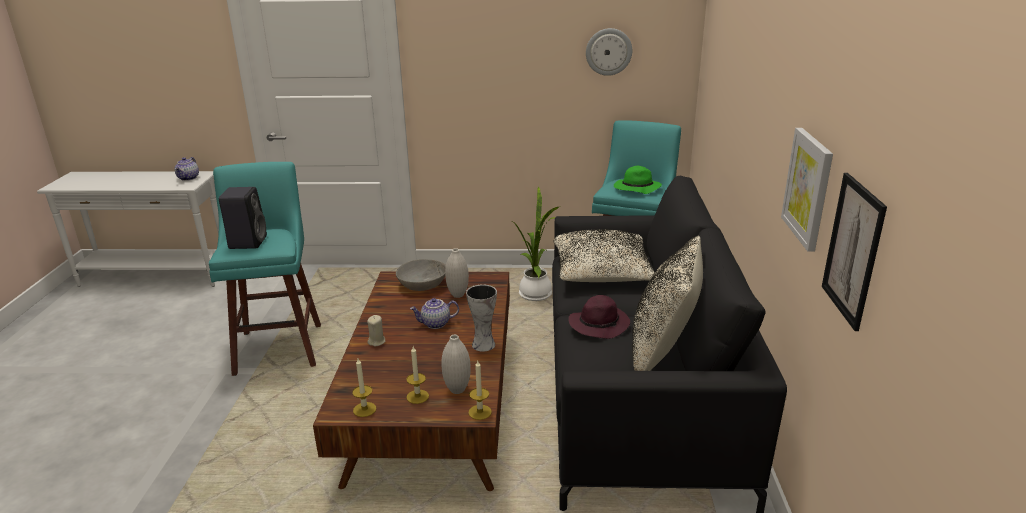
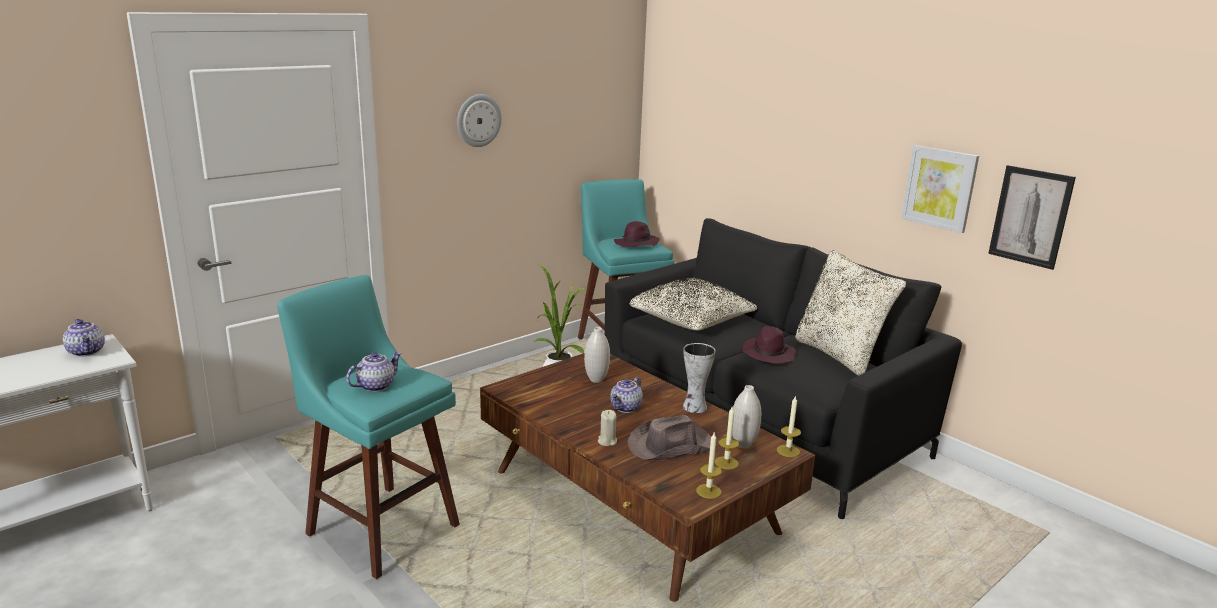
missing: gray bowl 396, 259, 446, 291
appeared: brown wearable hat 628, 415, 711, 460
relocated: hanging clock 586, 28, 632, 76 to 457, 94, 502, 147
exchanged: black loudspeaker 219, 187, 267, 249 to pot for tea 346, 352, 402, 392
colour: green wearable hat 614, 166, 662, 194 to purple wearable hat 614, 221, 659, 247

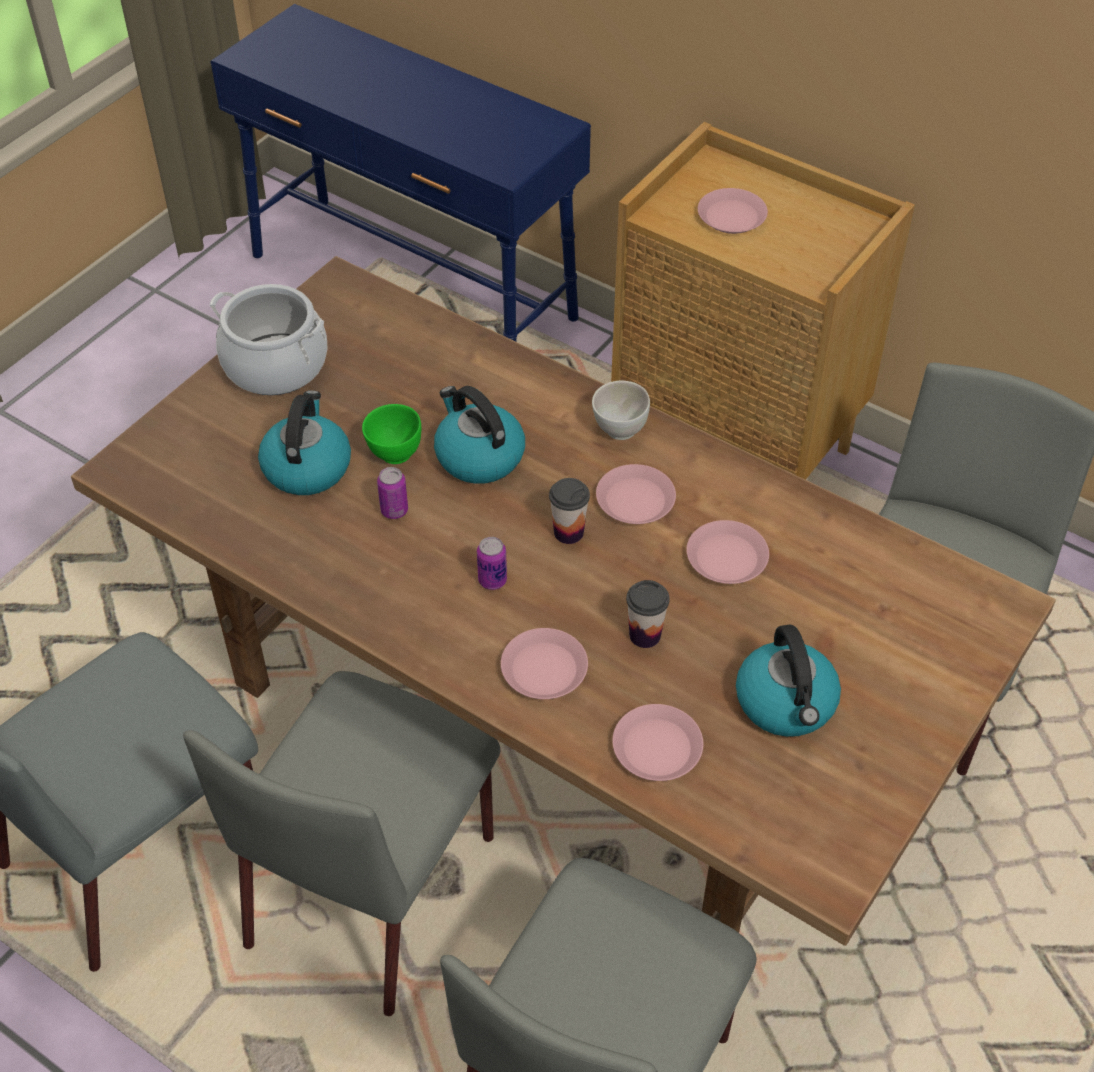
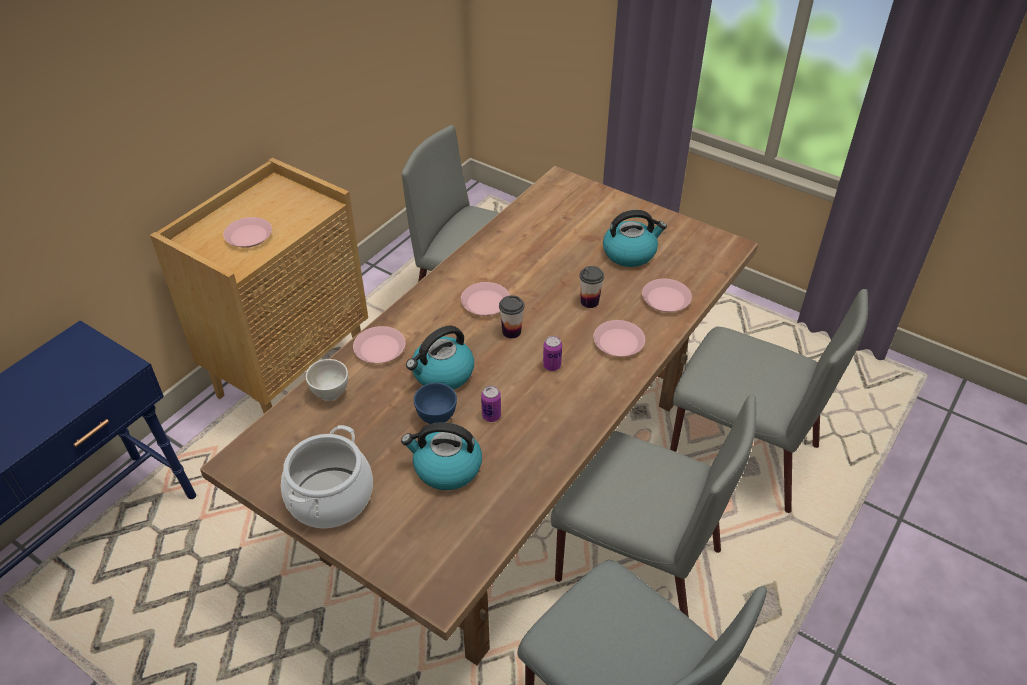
relocated: white-coloured bowl 592, 381, 650, 440 to 306, 359, 348, 401; pinkish dinner plate 686, 520, 769, 584 to 353, 326, 406, 363
colour: green bowl 362, 404, 421, 464 to bluish bowl 414, 383, 457, 424

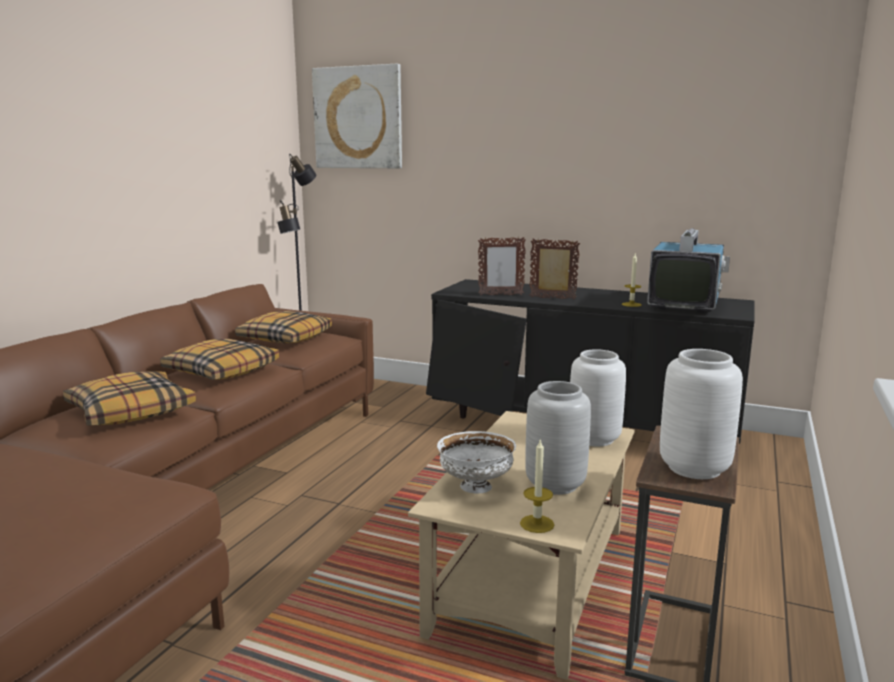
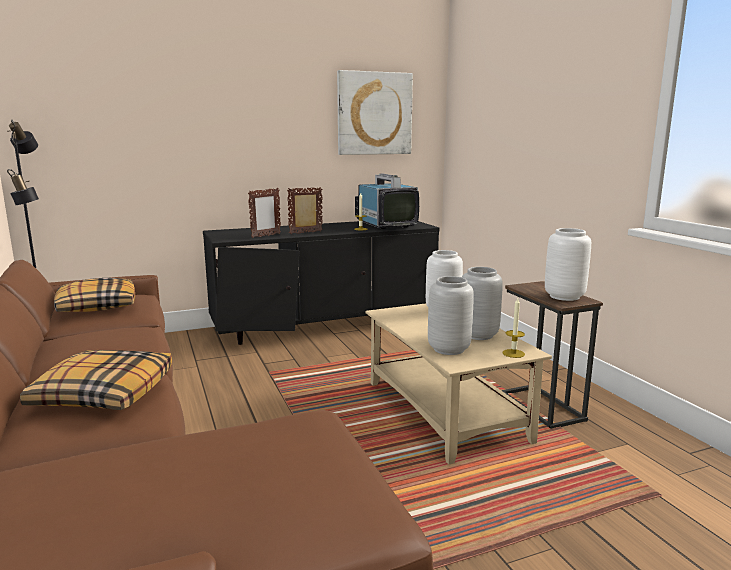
missing: cushion 160, 339, 279, 380
relocated: wall art 312, 64, 402, 169 to 337, 70, 413, 155
exchanged: white-coloured bowl 437, 431, 516, 493 to gray decorative vase 428, 276, 474, 355

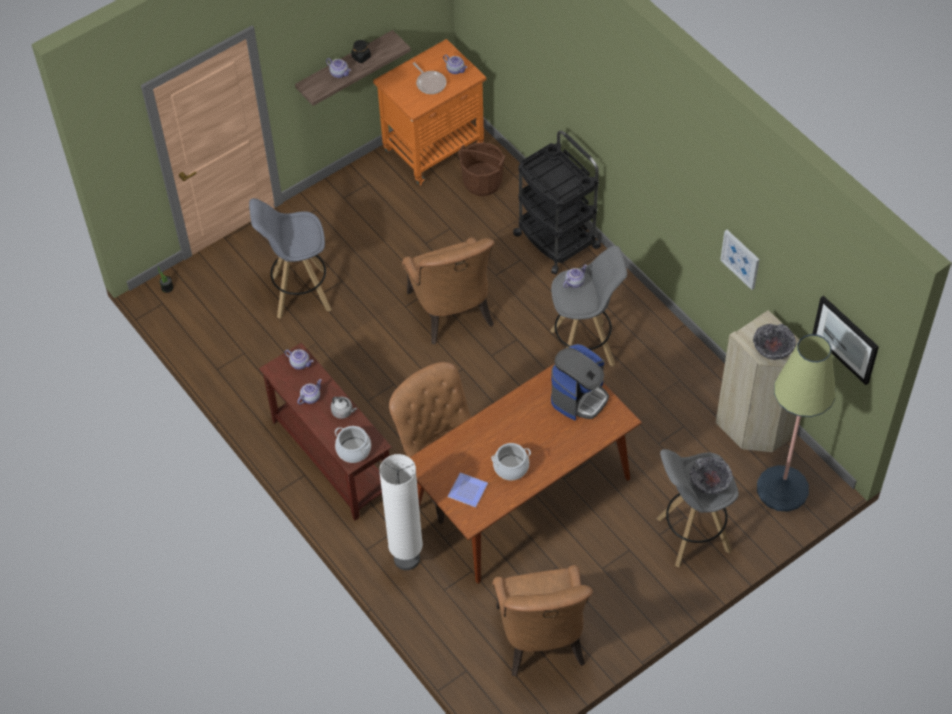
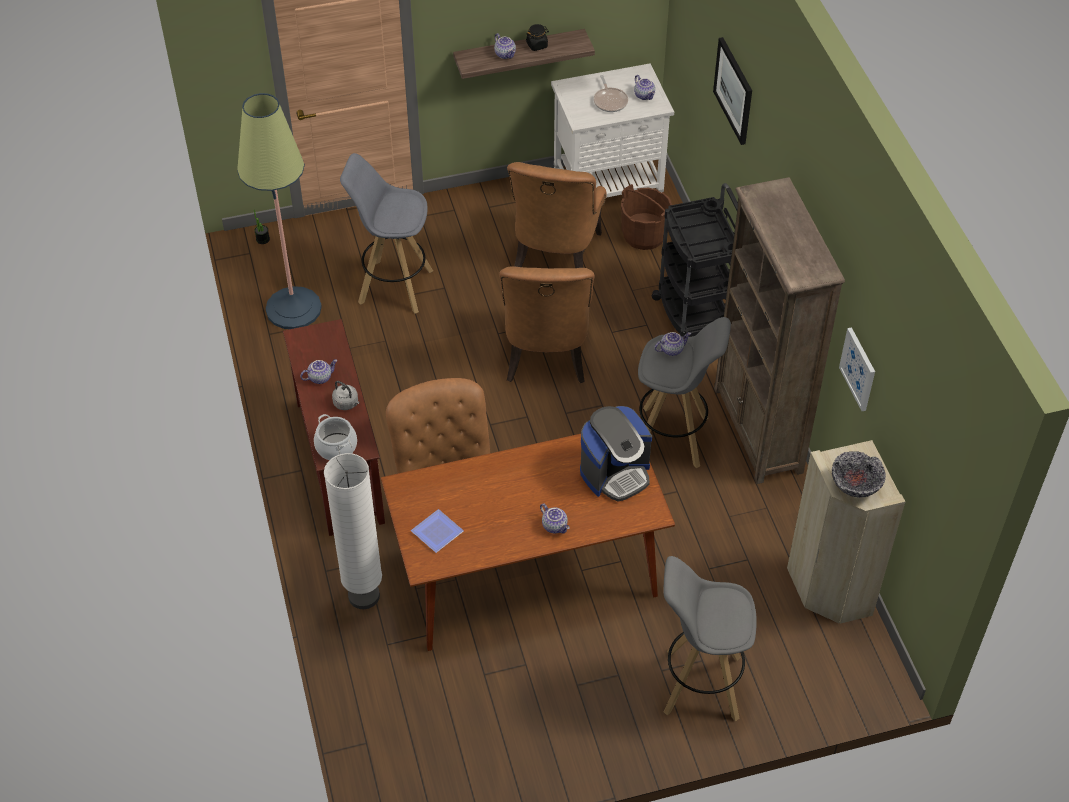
missing: cooking pot 491, 443, 531, 481; bowl 690, 457, 732, 495
appeared: brown bookshelf 714, 177, 845, 484
relocated: wall art 812, 296, 879, 385 to 713, 37, 752, 145; standing lamp 757, 334, 836, 512 to 237, 93, 322, 329; pot for tea 284, 349, 313, 370 to 540, 503, 570, 533; brown plain chair 492, 565, 593, 676 to 507, 162, 607, 268
colour: orange-coloured cart 373, 39, 486, 186 to white-coloured cart 551, 63, 674, 198

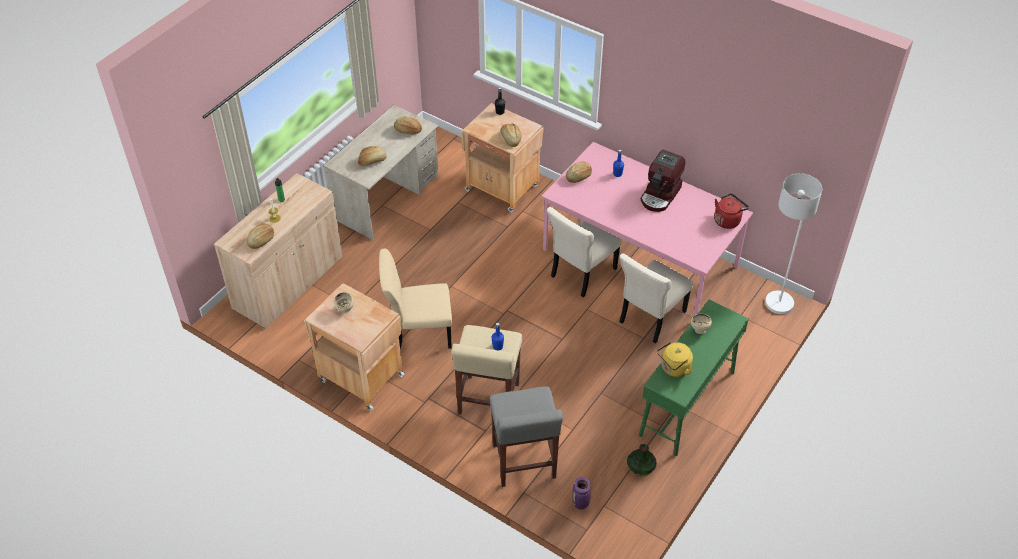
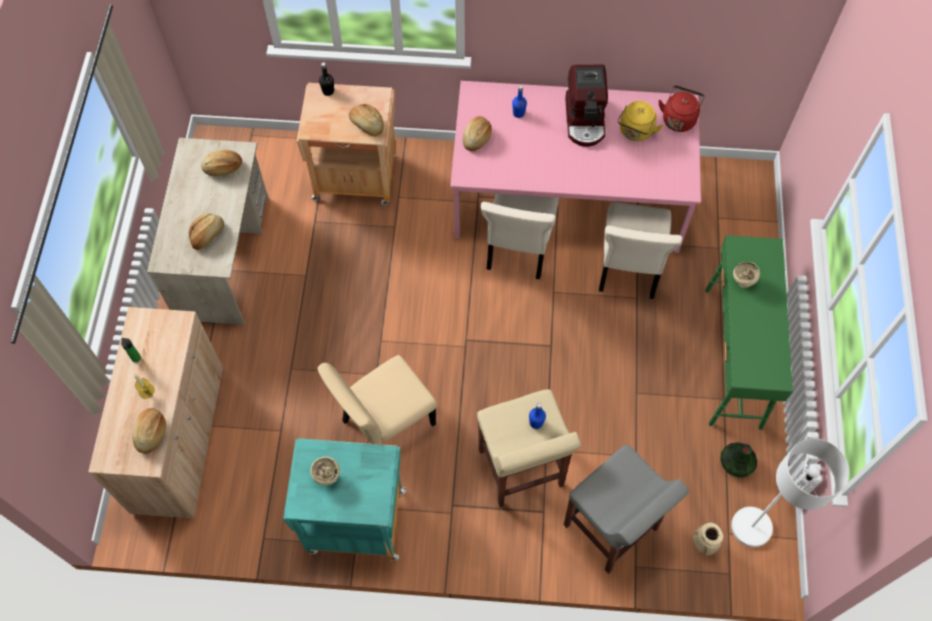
relocated: white-coloured standing lamp 765, 173, 822, 314 to 731, 439, 849, 547; yellowish tea kettle 657, 342, 693, 377 to 618, 101, 663, 141
colour: brown cart 304, 283, 405, 411 to turquoise-coloured cart 283, 438, 406, 561; purple decorative vase 572, 477, 590, 510 to sand-coloured decorative vase 693, 523, 723, 555

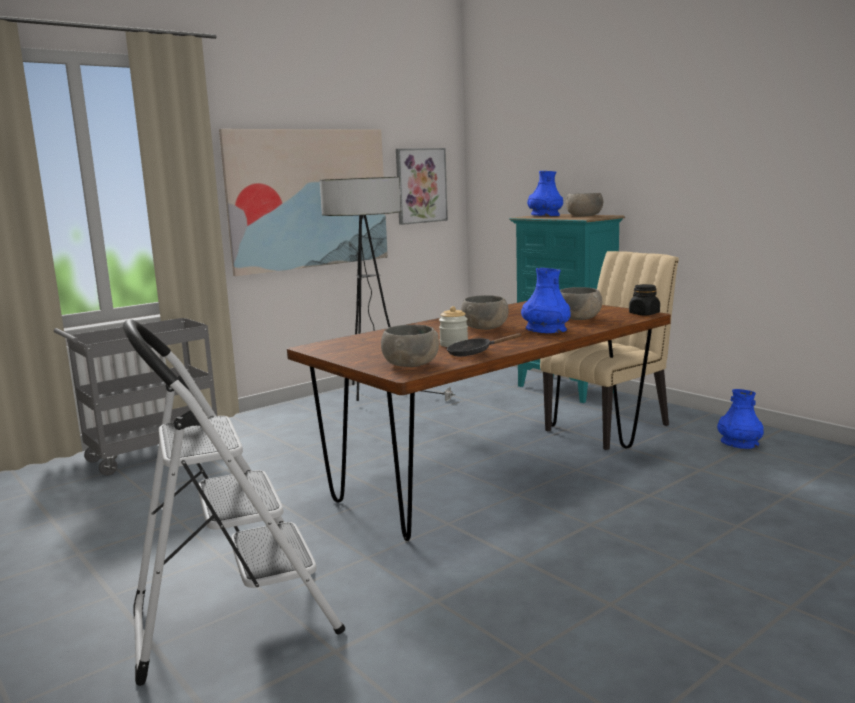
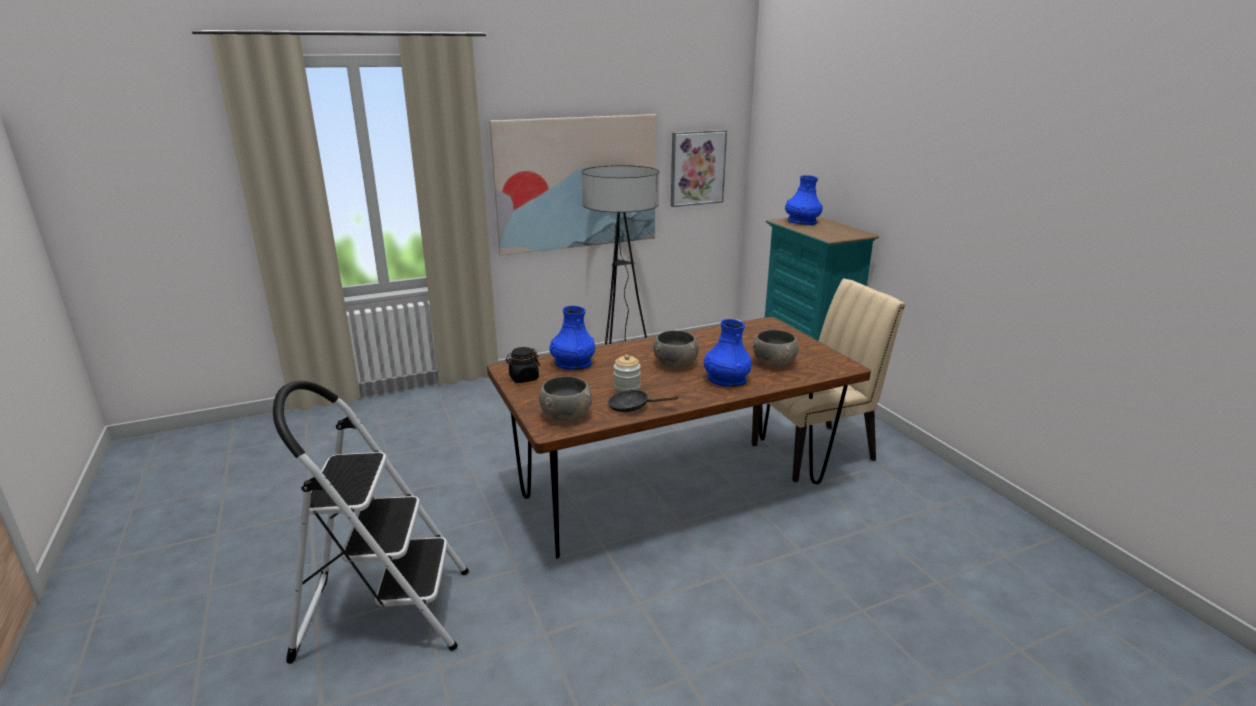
missing: gray bowl 566, 193, 603, 217; gray cart 54, 318, 217, 476
relocated: black storage jar 629, 284, 660, 315 to 505, 347, 540, 383; bluish decorative vase 717, 389, 764, 449 to 550, 306, 595, 370

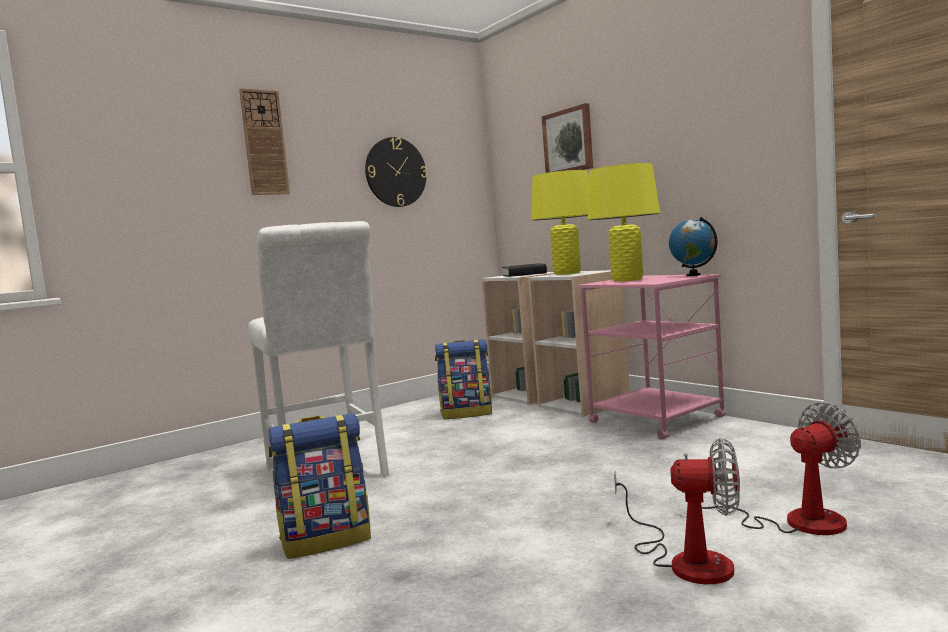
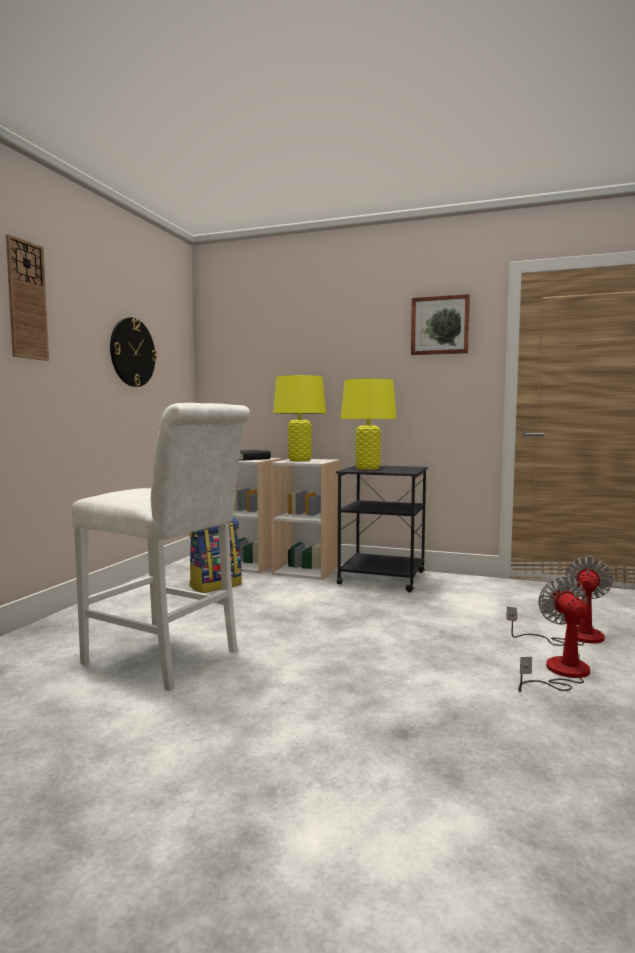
missing: desk globe 669, 217, 718, 276; backpack 268, 413, 371, 559
relocated: wall art 542, 103, 593, 173 to 411, 294, 470, 355
colour: pinkish cart 578, 274, 726, 439 to black cart 336, 465, 428, 592
spun: electric fan 614, 438, 740, 584 = 518, 576, 590, 693 75 degrees counterclockwise

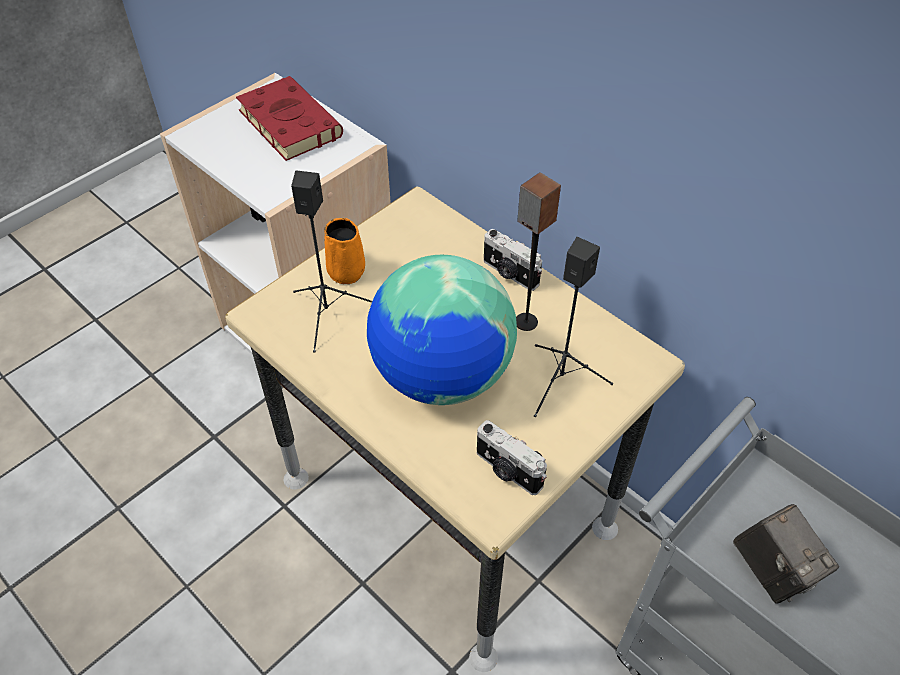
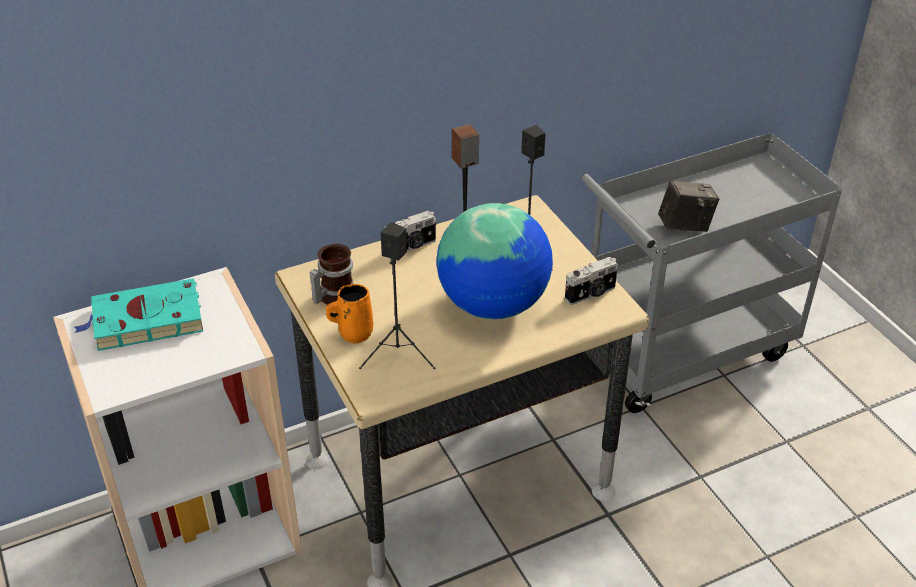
appeared: mug 309, 244, 353, 305
colour: red-coloured book 236, 76, 343, 161 to turquoise-coloured book 75, 278, 203, 351

